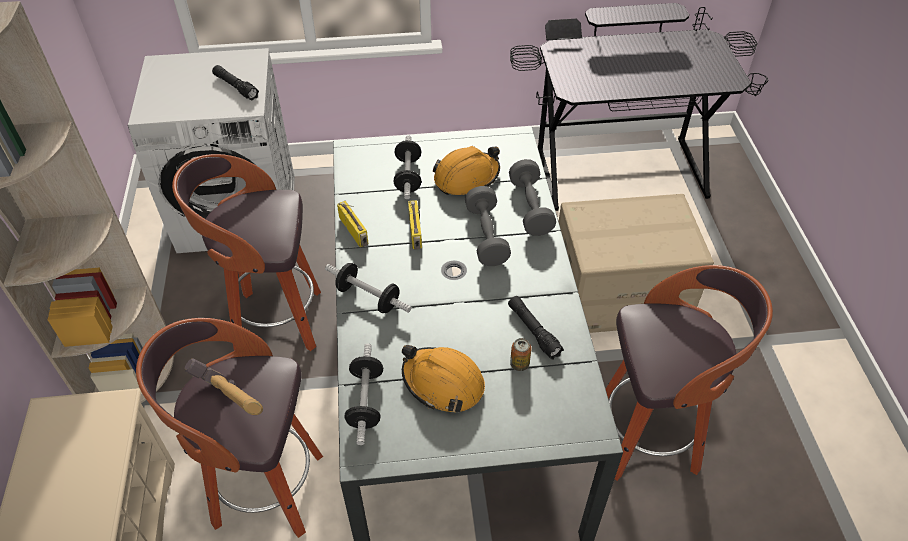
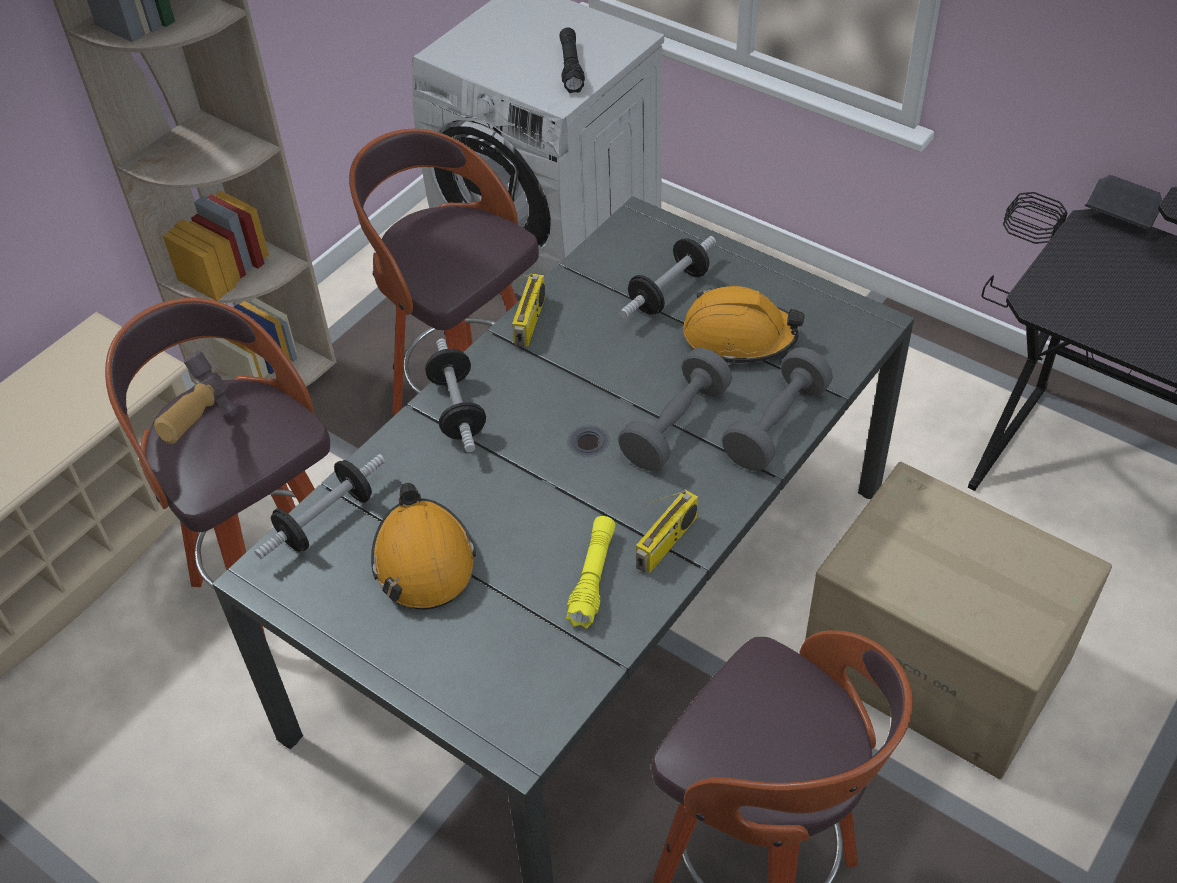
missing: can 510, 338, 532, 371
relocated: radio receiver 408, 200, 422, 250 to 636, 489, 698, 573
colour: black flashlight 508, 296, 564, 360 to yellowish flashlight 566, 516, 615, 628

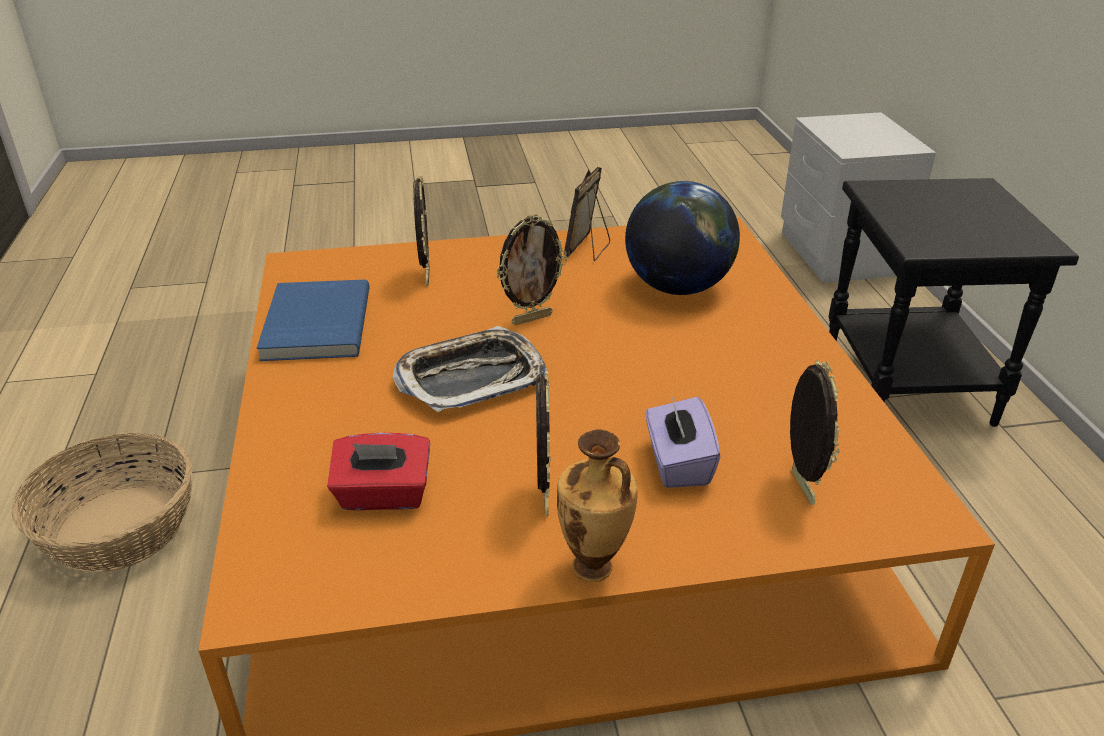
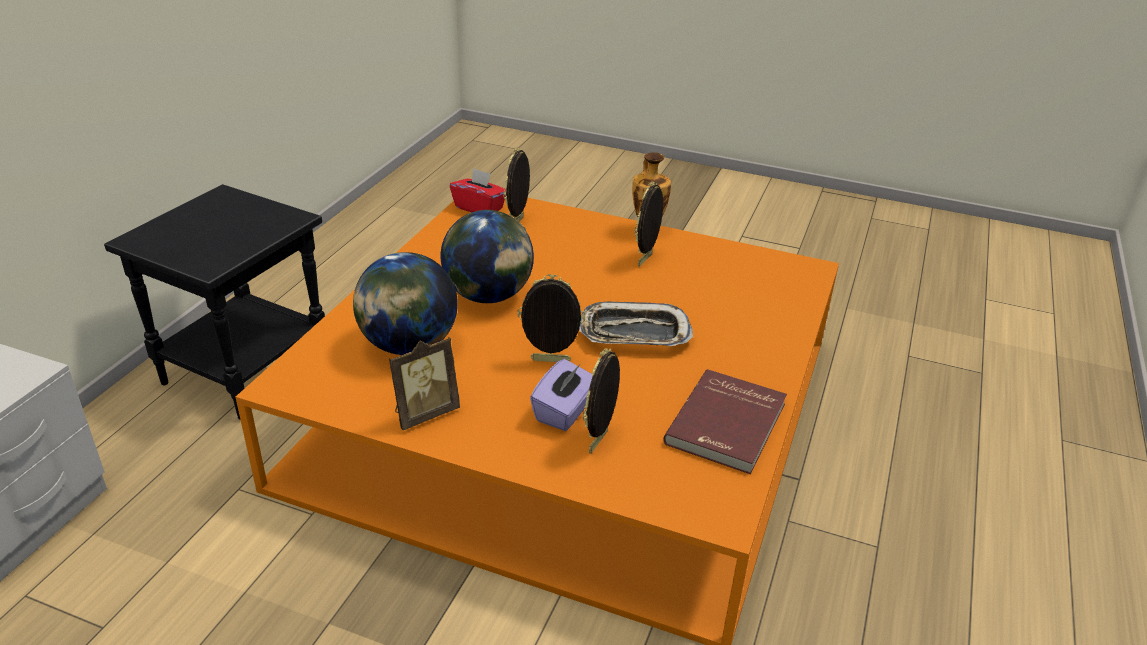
missing: household basket 11, 433, 192, 573
appeared: desk globe 440, 210, 534, 303
relocated: purple box of tissues 646, 397, 720, 488 to 530, 359, 593, 431; red-coloured box of tissues 327, 433, 430, 510 to 450, 168, 506, 212
colour: bluish book 257, 279, 369, 361 to red-coloured book 663, 369, 787, 474

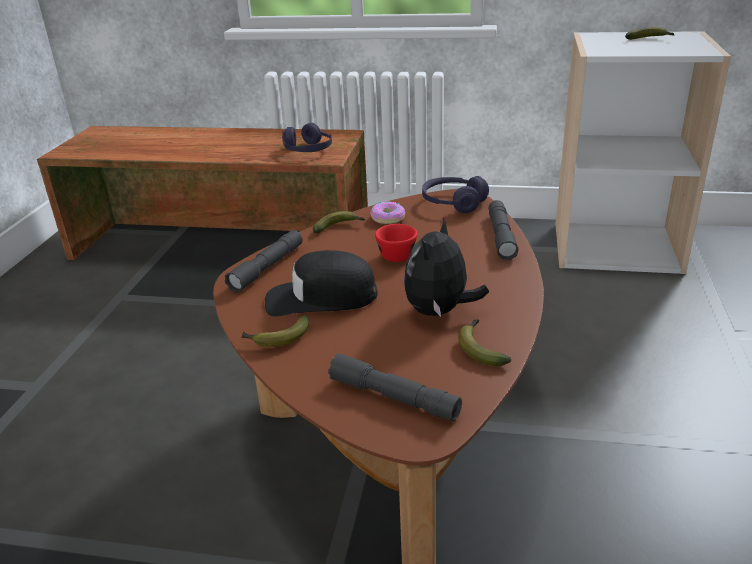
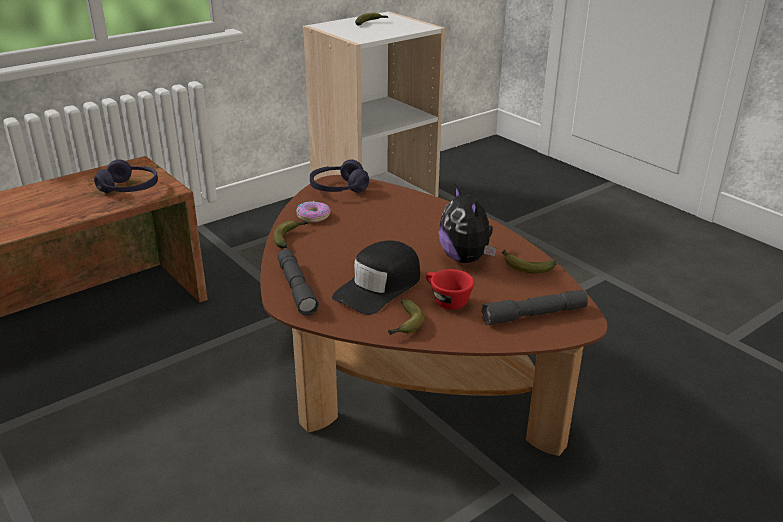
missing: gray flashlight 489, 200, 519, 260
relocated: red-coloured small cup 375, 224, 417, 262 to 426, 269, 474, 310

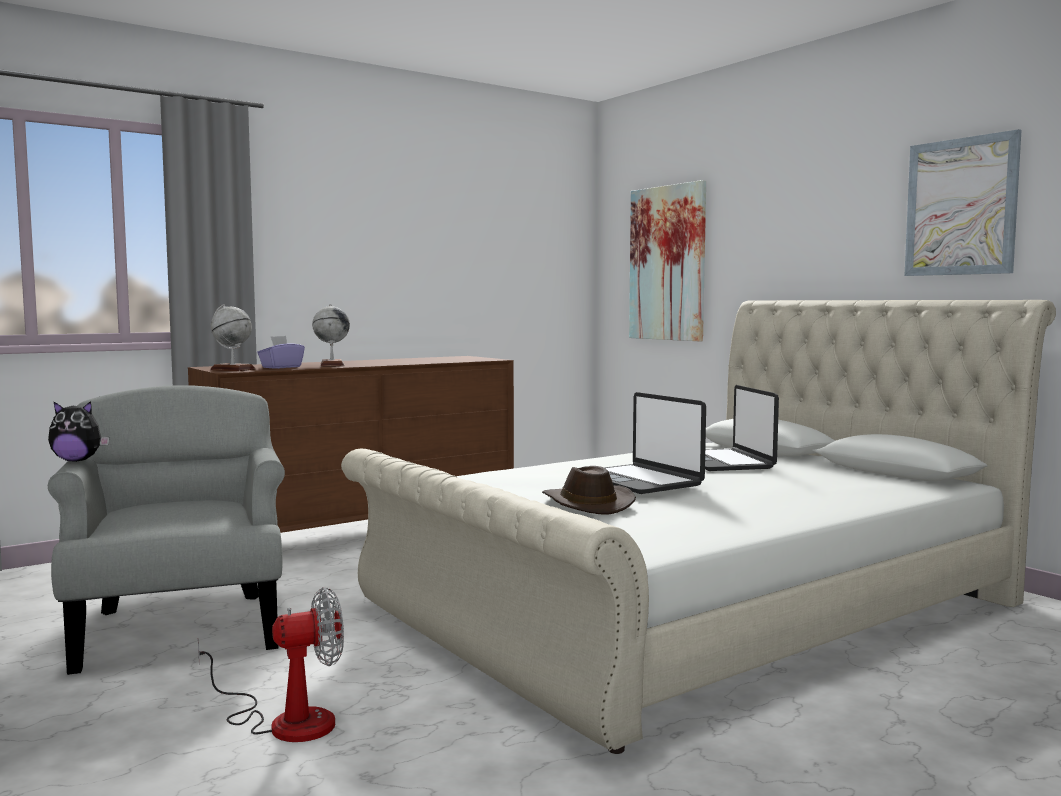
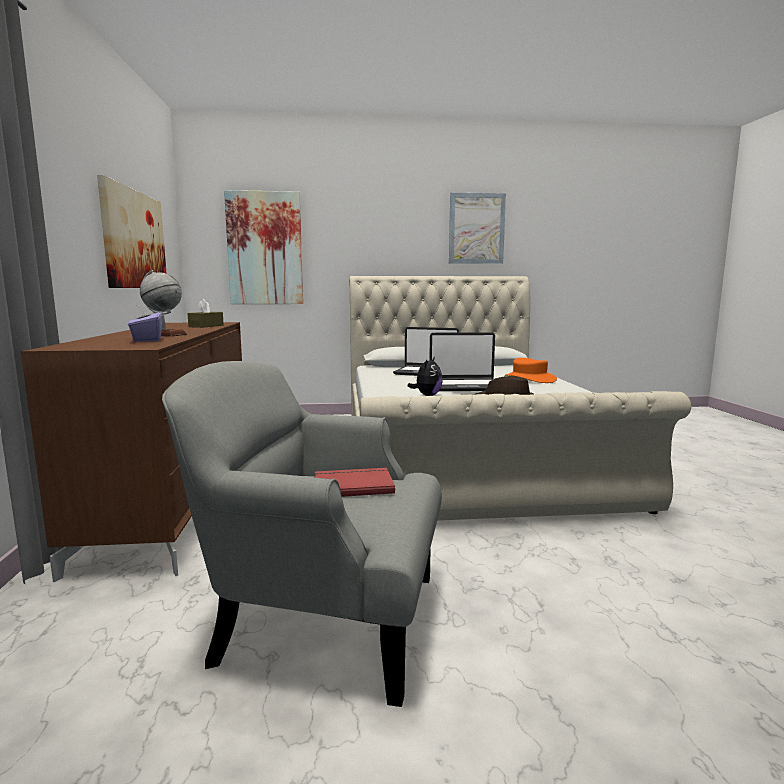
missing: desk globe 210, 304, 256, 371; electric fan 198, 587, 344, 742
appeared: wall art 97, 175, 167, 288; brown box of tissues 187, 299, 224, 328; orange-coloured wearable hat 505, 358, 557, 383; red-coloured book 315, 468, 395, 497
relocated: soft toy 48, 401, 109, 462 to 408, 357, 443, 396

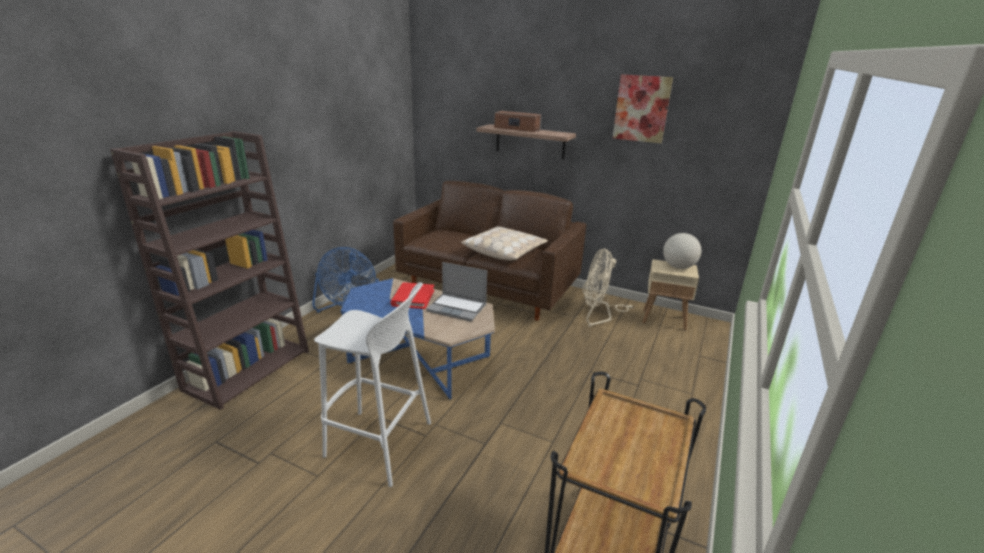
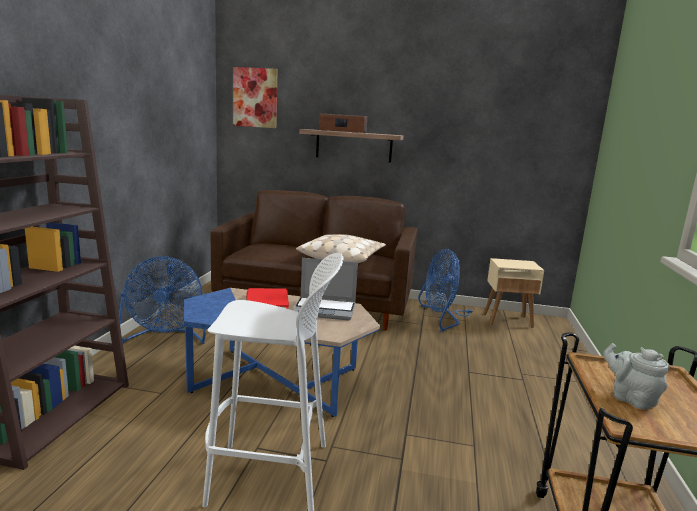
missing: desk globe 663, 233, 702, 269
appeared: gray pot for tea 603, 343, 670, 410
relocated: wall art 613, 75, 673, 143 to 233, 67, 278, 128
colour: sand-coloured electric fan 583, 248, 634, 327 to bluish electric fan 418, 249, 473, 332

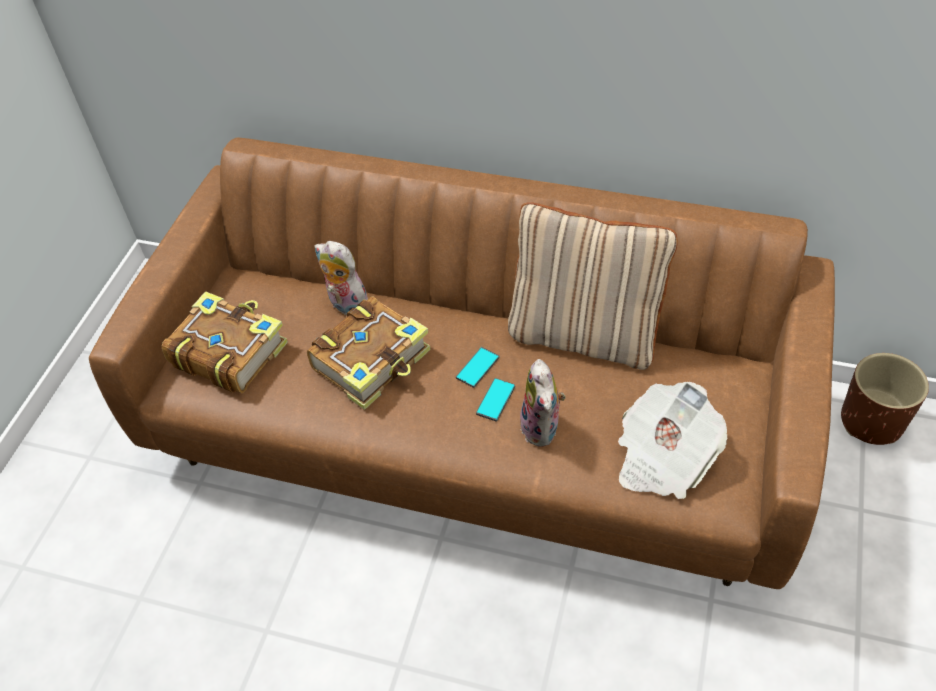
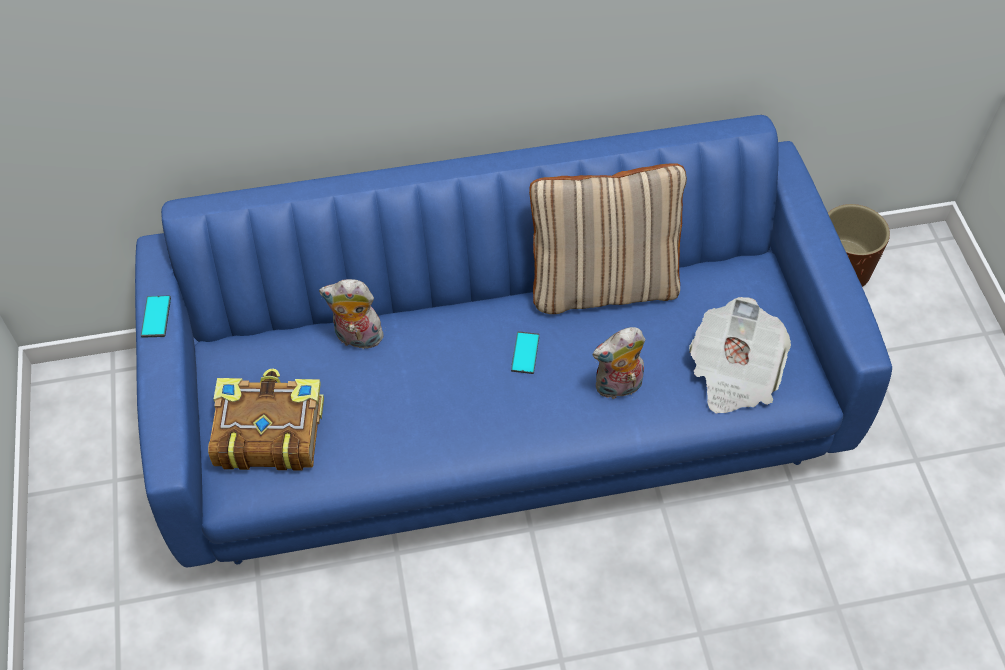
missing: book 307, 297, 431, 410
relocated: telephone 476, 378, 515, 422 to 141, 296, 171, 338
colour: brown settee 89, 138, 835, 589 to bluish settee 135, 115, 892, 567
spun: soft toy 520, 359, 566, 447 = 593, 327, 645, 400 105 degrees clockwise

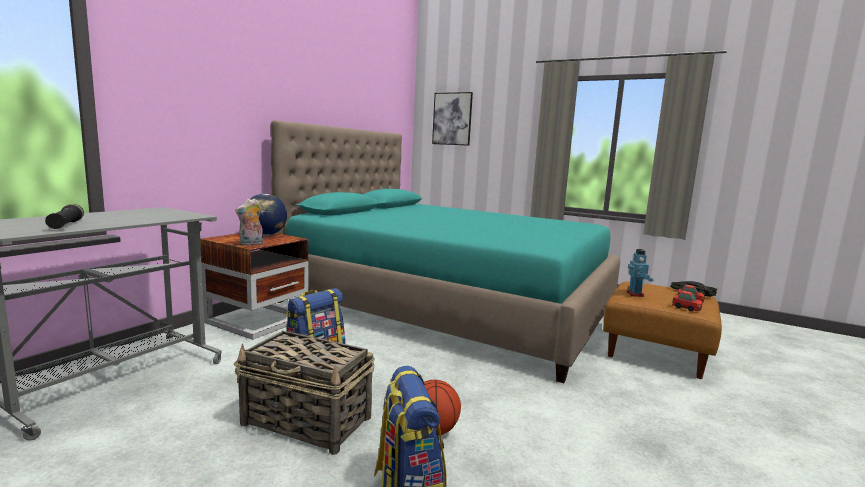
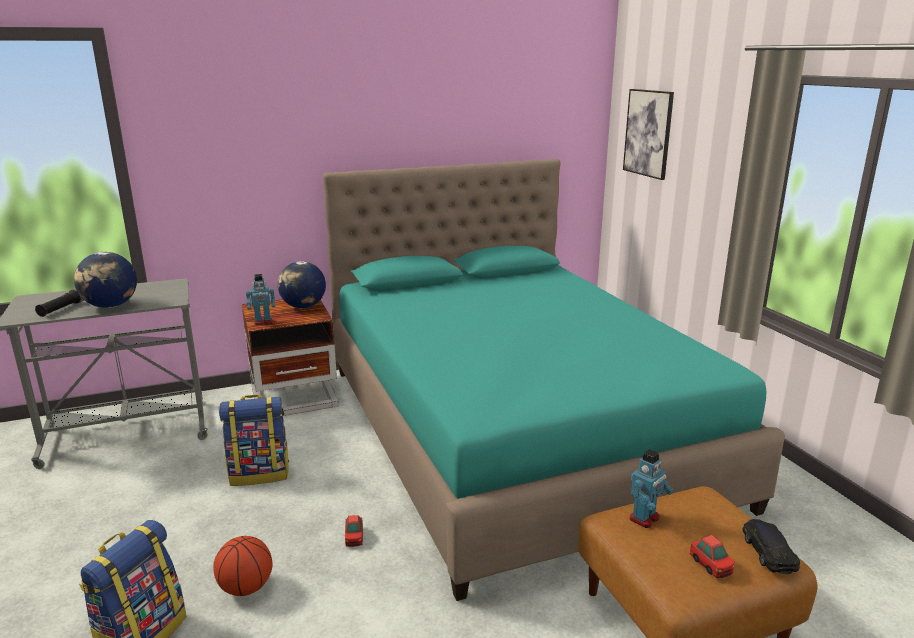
missing: household basket 234, 331, 375, 455
appeared: desk globe 74, 252, 137, 308
relocated: toy car 672, 291, 703, 311 to 345, 515, 363, 547
exchanged: soft toy 235, 198, 263, 246 to toy robot 246, 274, 275, 326

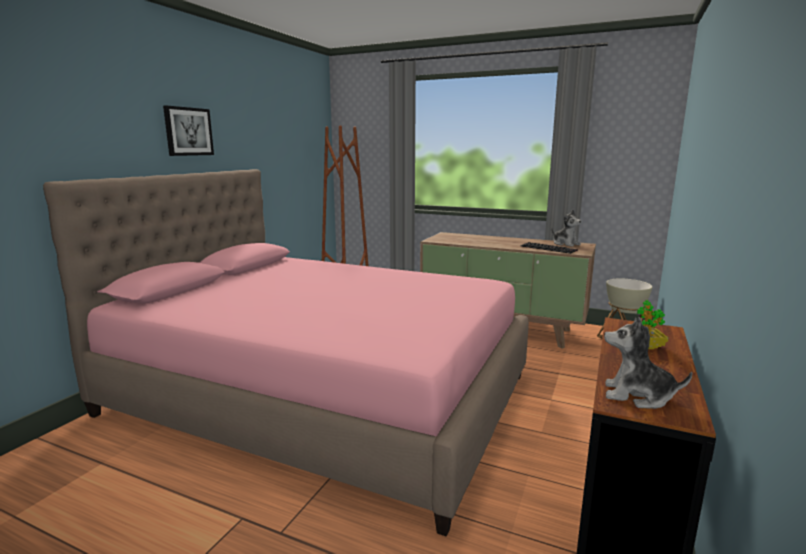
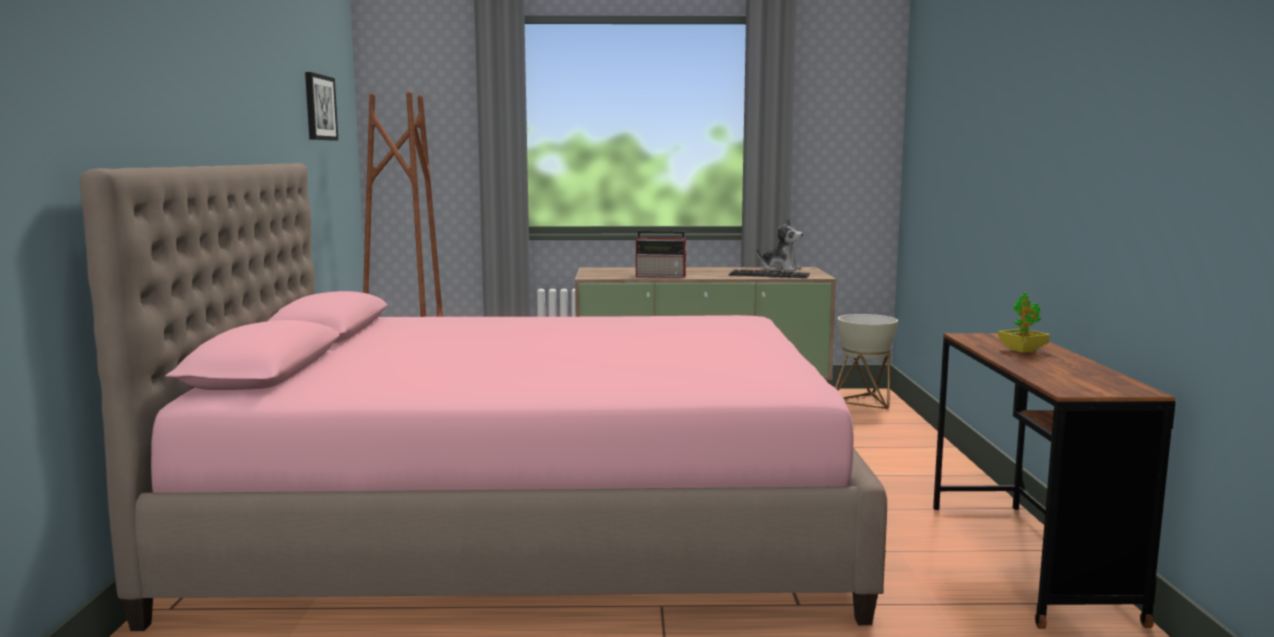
missing: soft toy 604, 317, 693, 409
appeared: radio receiver 636, 231, 689, 278
relocated: wall art 163, 105, 214, 156 to 305, 72, 338, 141

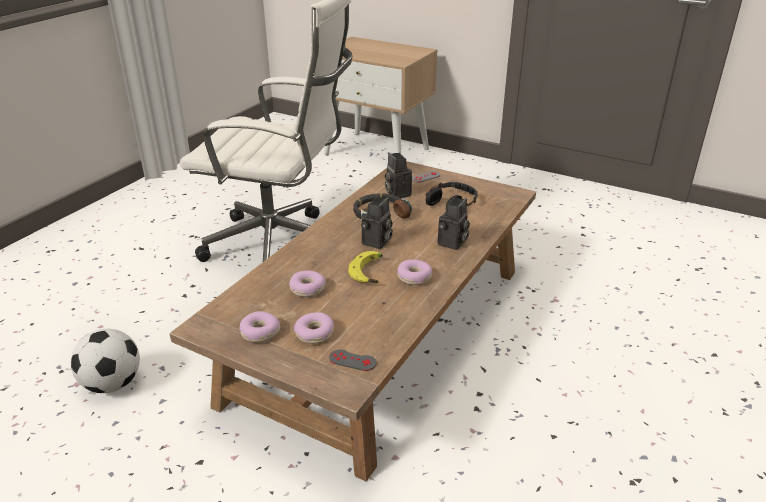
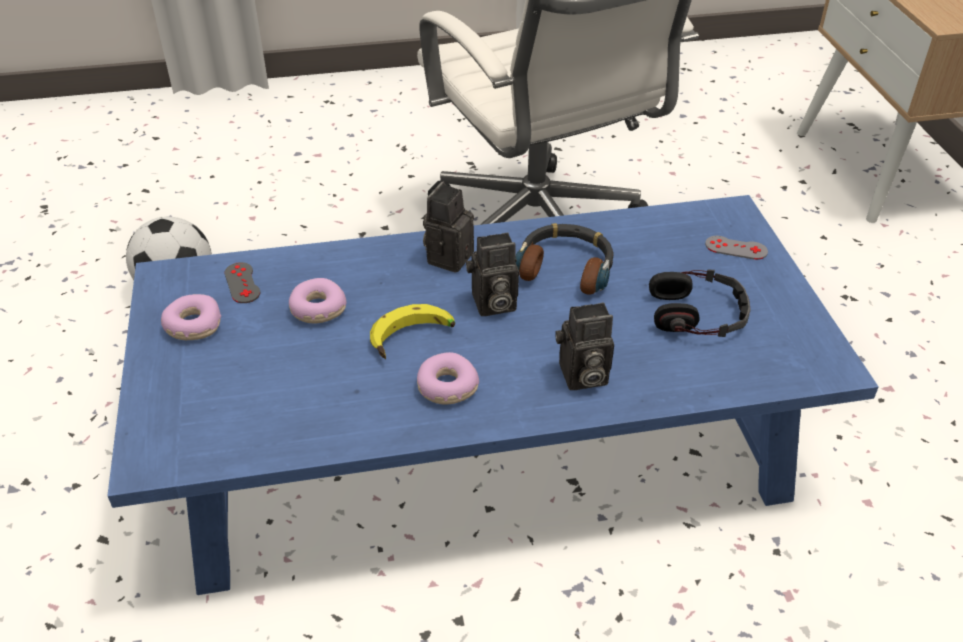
missing: ring doughnut 294, 312, 334, 344
relocated: photo camera 385, 153, 412, 198 to 423, 182, 474, 273; gray joypad 329, 350, 377, 371 to 225, 262, 260, 303
colour: brown coffee table 169, 161, 536, 482 to bluish coffee table 107, 195, 879, 595

